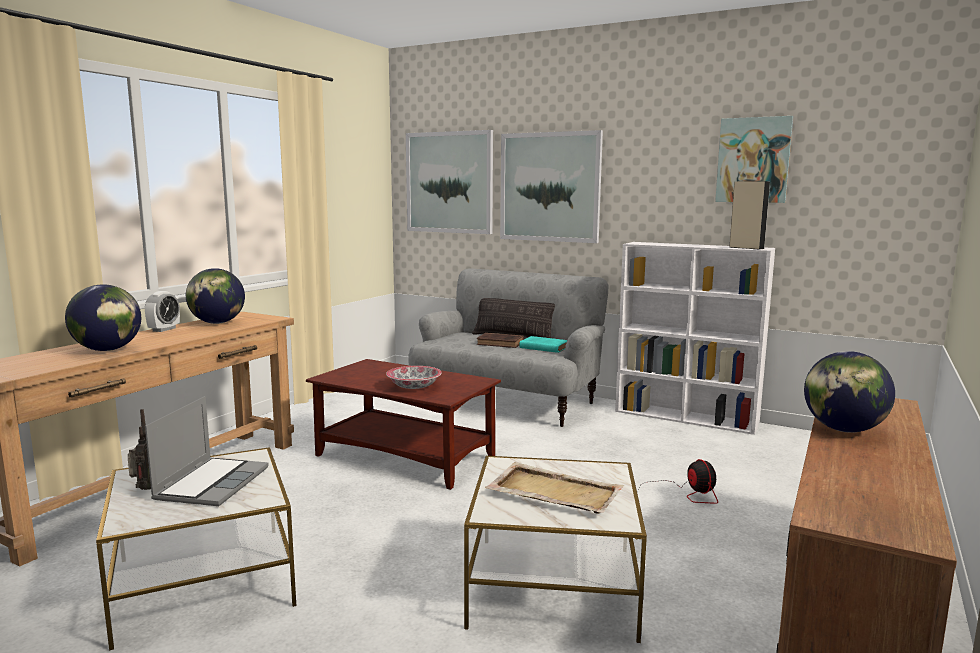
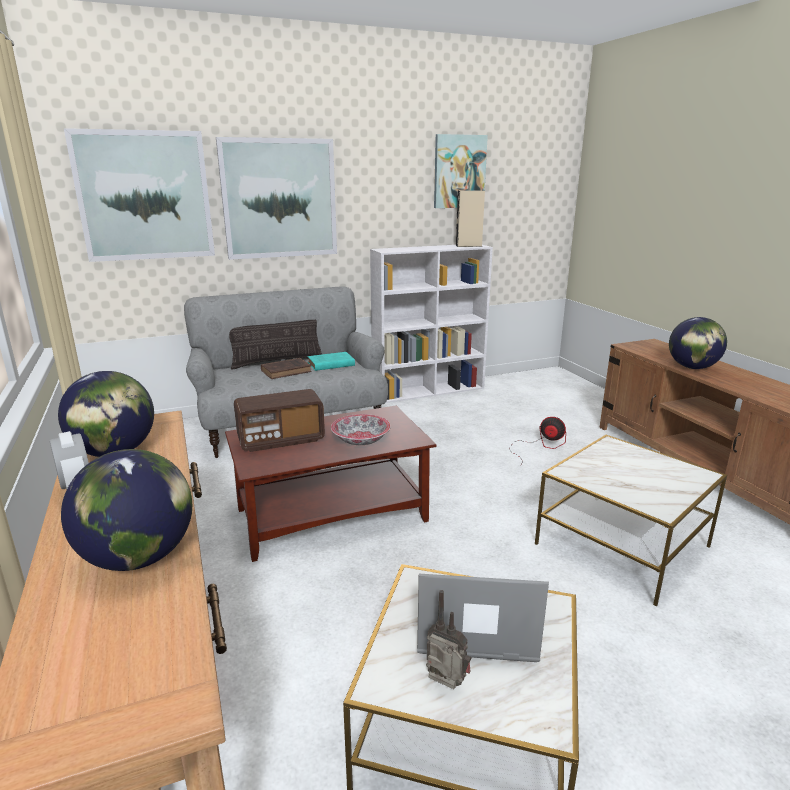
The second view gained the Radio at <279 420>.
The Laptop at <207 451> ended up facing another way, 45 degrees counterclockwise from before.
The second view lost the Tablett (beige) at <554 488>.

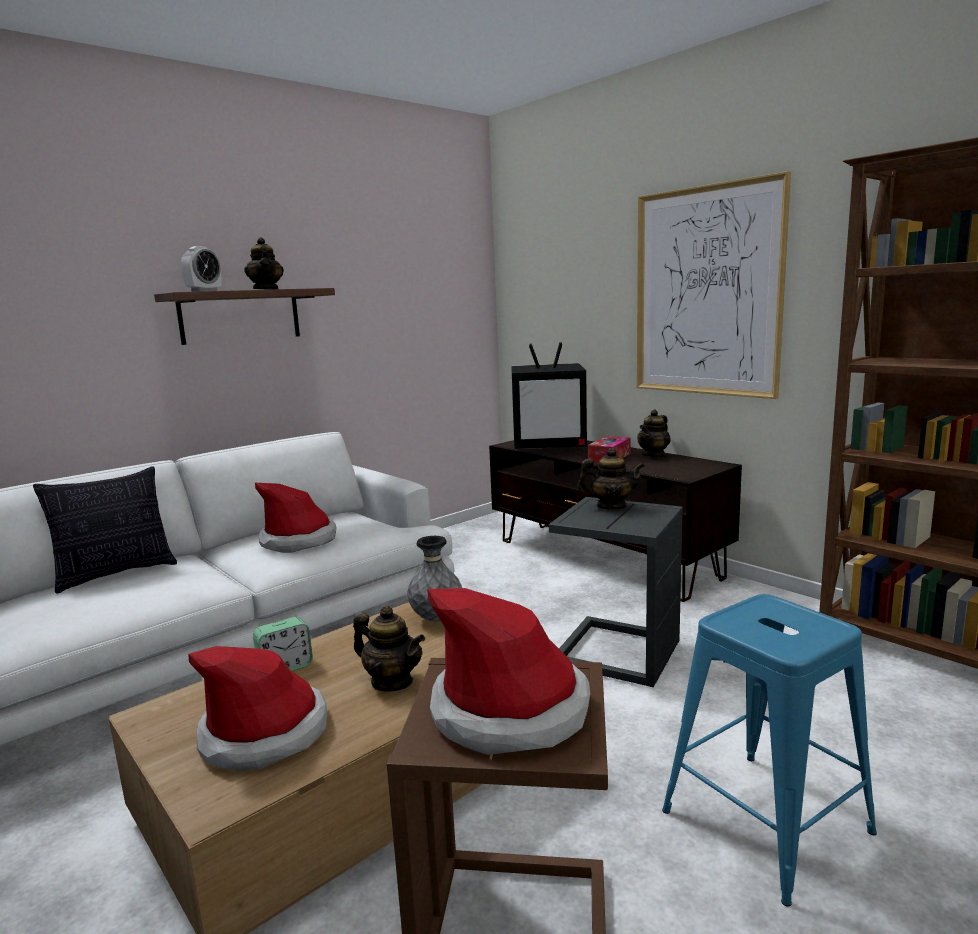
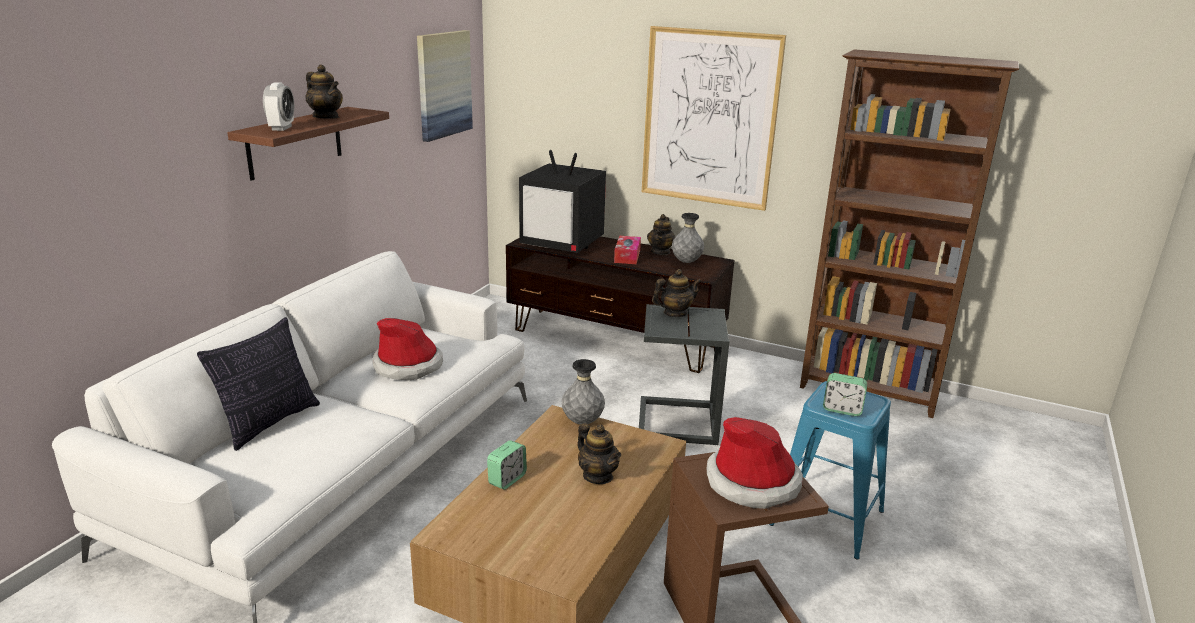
The second view gained the Bild at <445 86>.
The Fernseher at <549 395> ended up facing another way, 45 degrees clockwise from before.
The Teekanne at <389 649> ended up facing another way, 45 degrees clockwise from before.
The second view gained the Vase (grau) at <688 238>.
The second view gained the Wecker at <845 394>.
The second view lost the Hut at <257 708>.

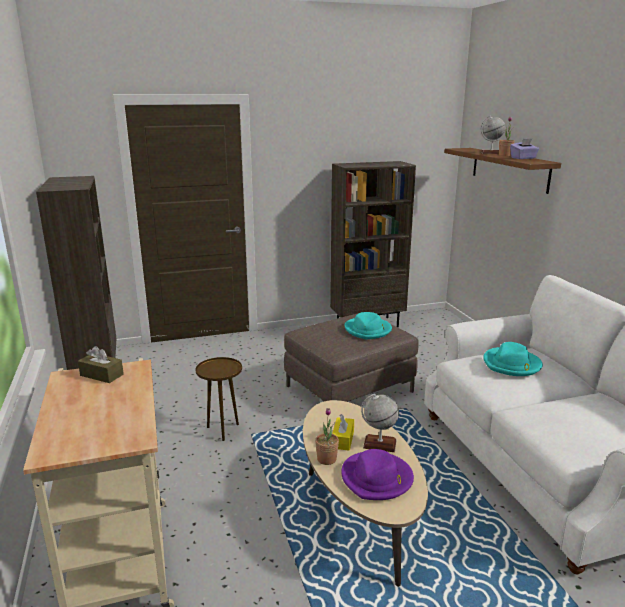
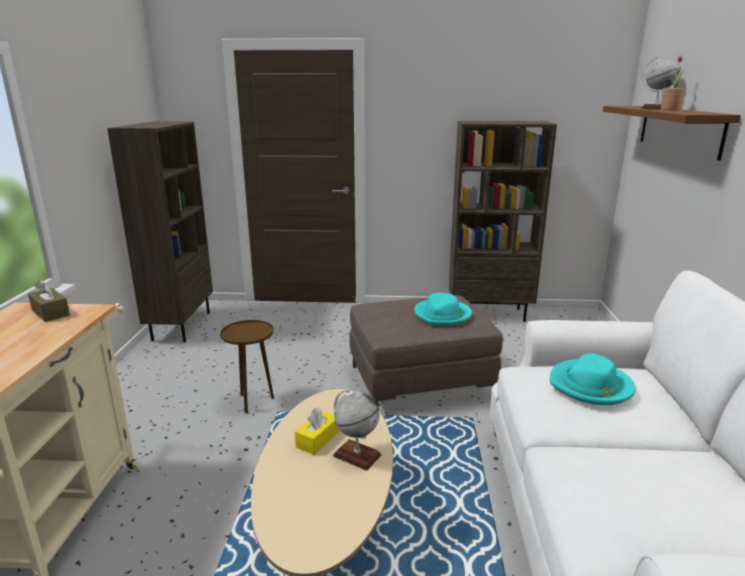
The second view lost the Topfpflanze at <327 436>.
The second view lost the Hut (lila) at <378 474>.
The second view lost the Taschentuchbox (lila) at <524 149>.

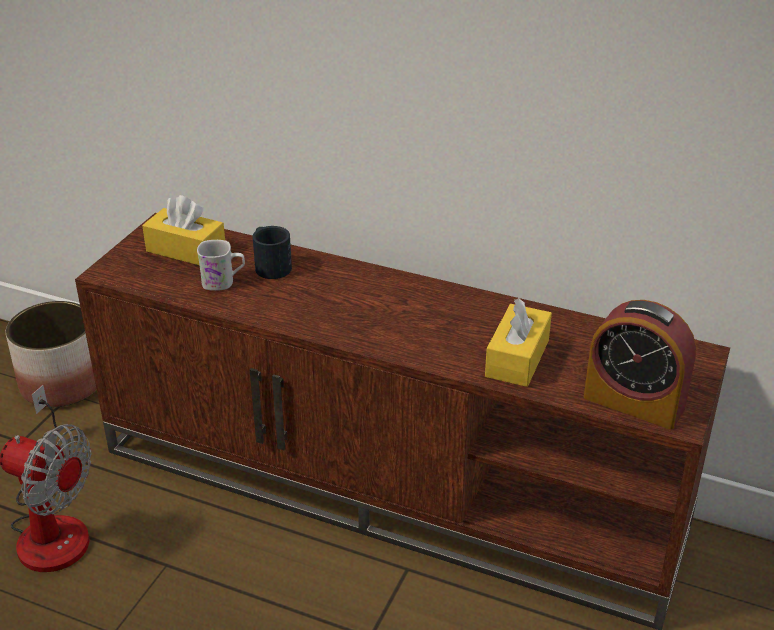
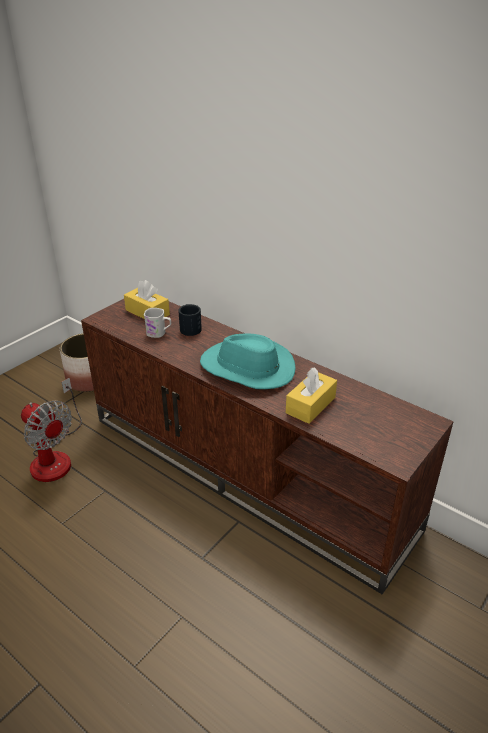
The second view gained the Hut (türkis) at <248 361>.
The second view lost the Wecker at <640 364>.

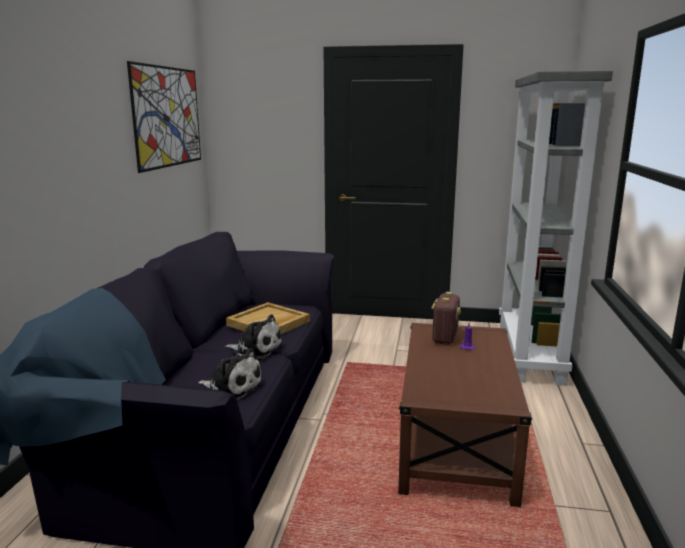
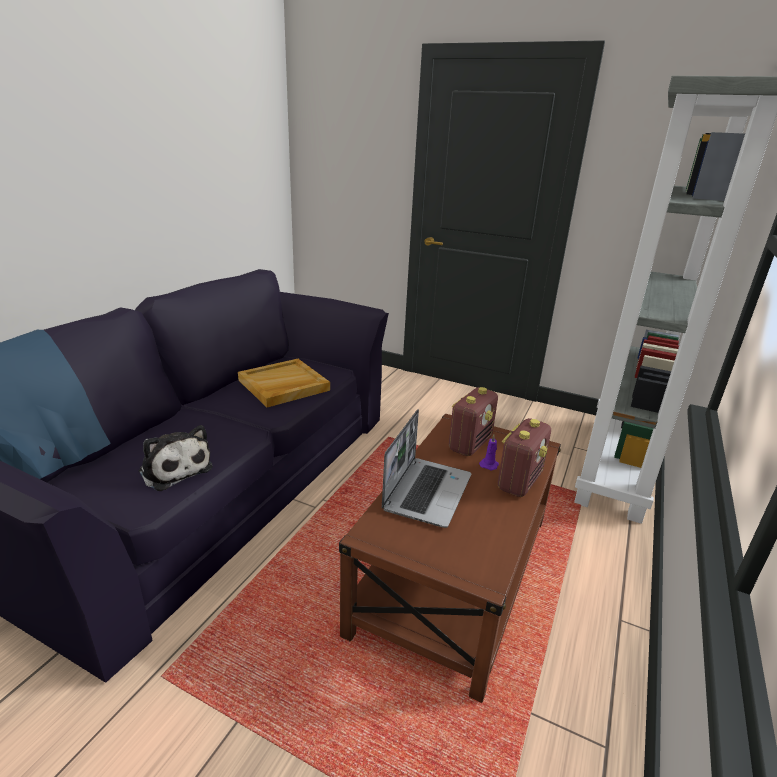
The second view gained the Laptop at <426 468>.
The second view gained the Radio at <524 457>.
The second view lost the Bild at <164 117>.
The second view lost the Plüschtier at <254 337>.

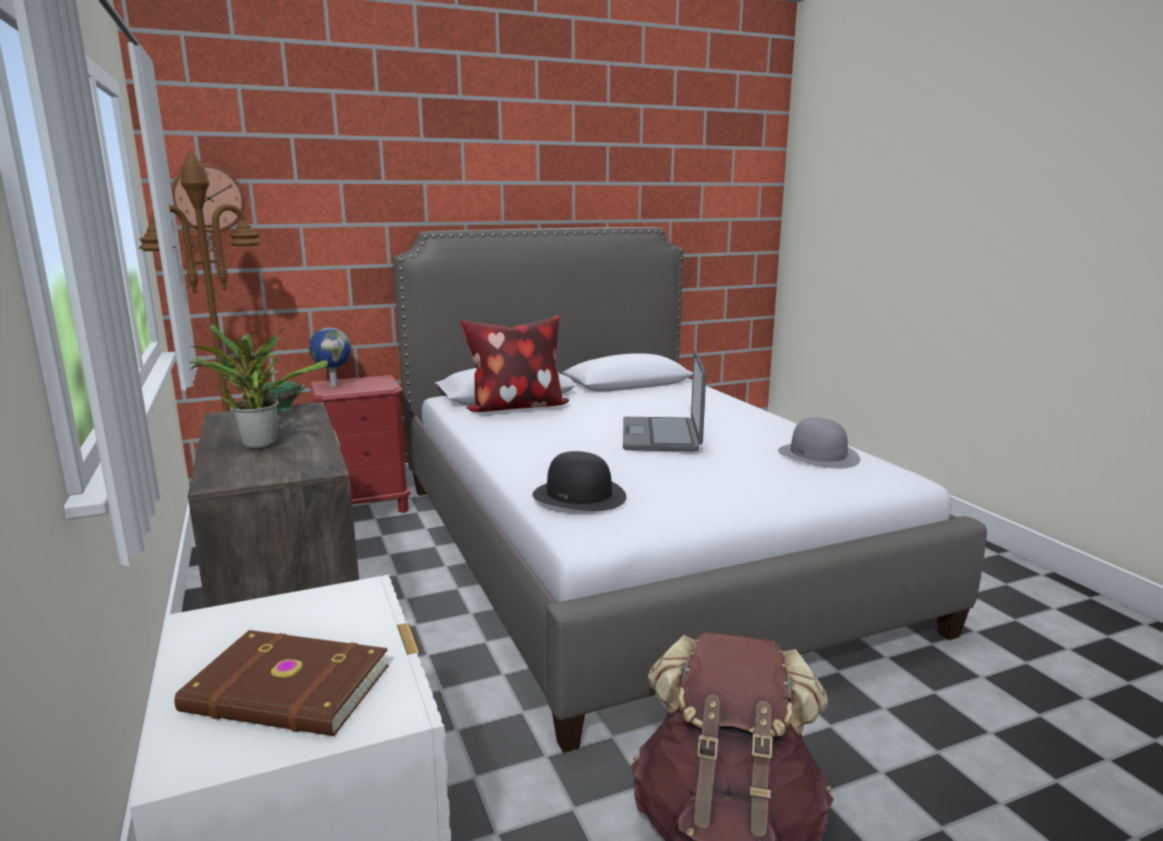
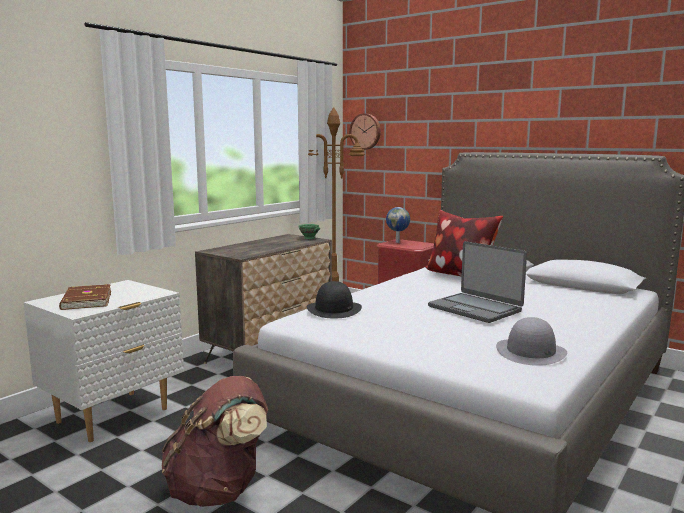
The Laptop at <664 401> ended up facing another way, 105 degrees counterclockwise from before.
The second view lost the Topfpflanze at <258 387>.

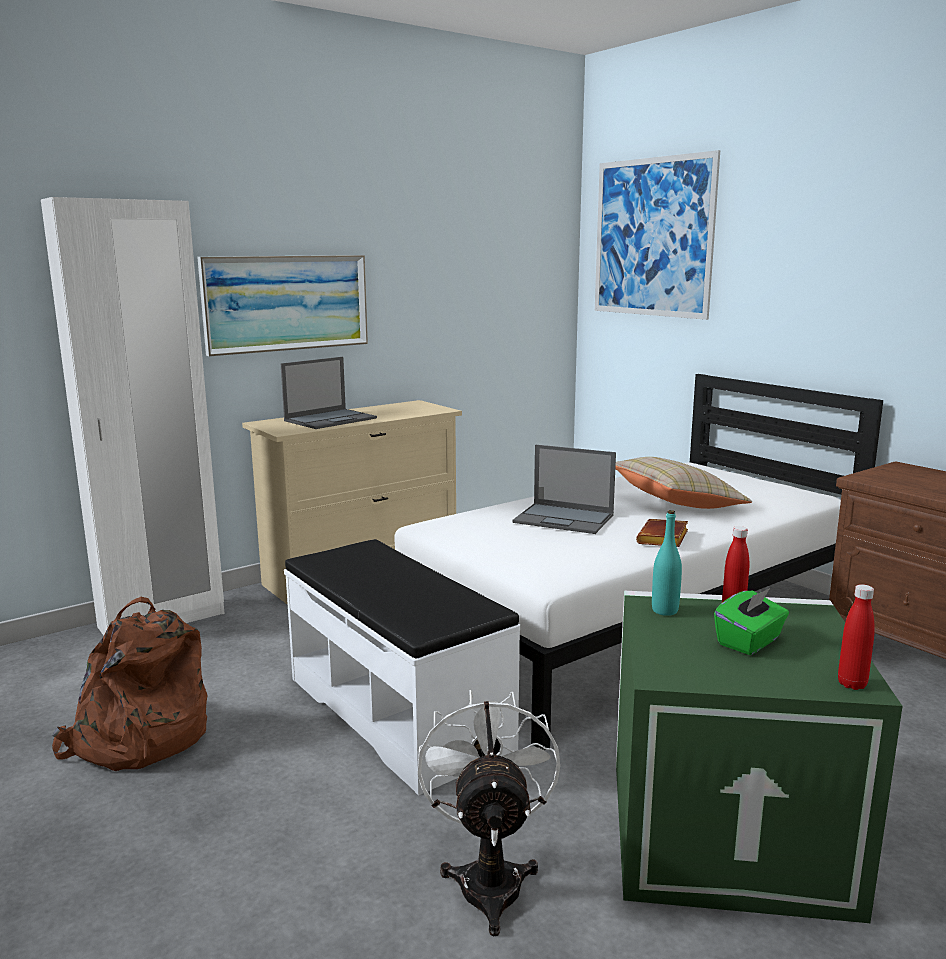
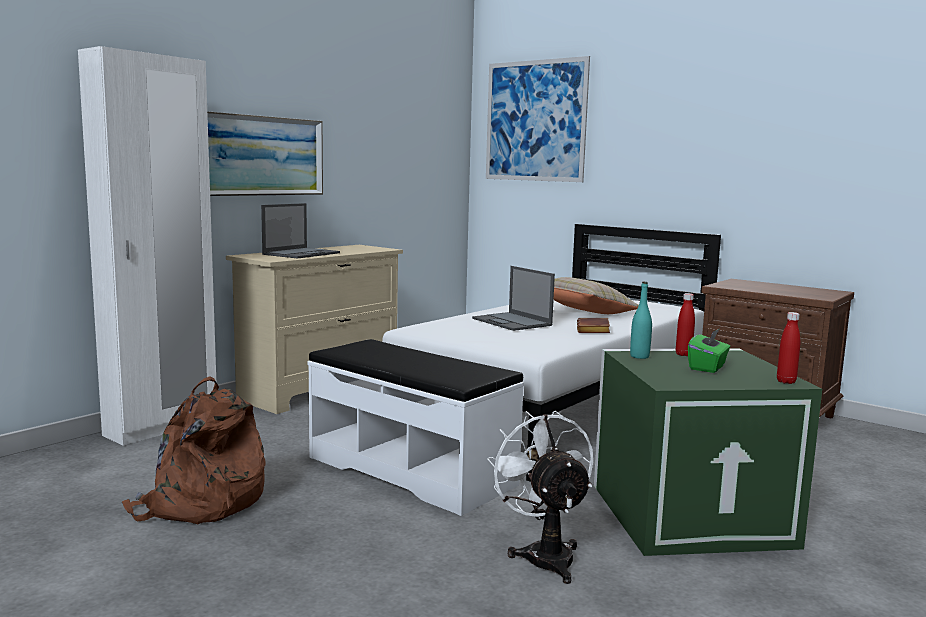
The Laptop at <564 489> ended up facing another way, 45 degrees clockwise from before.

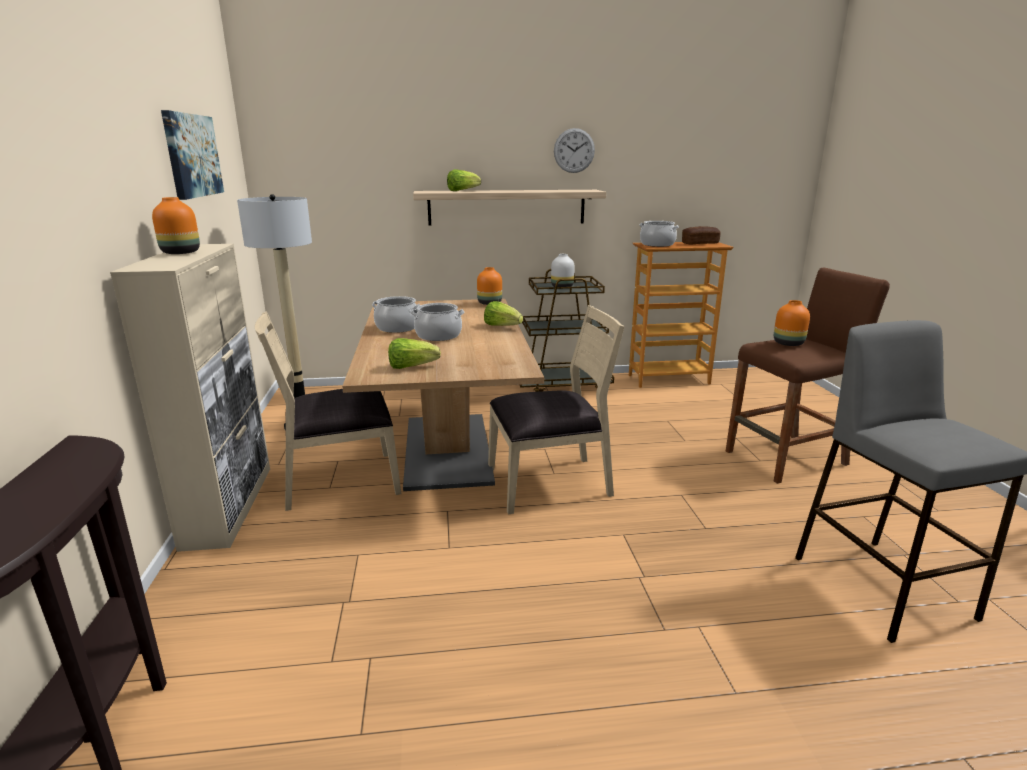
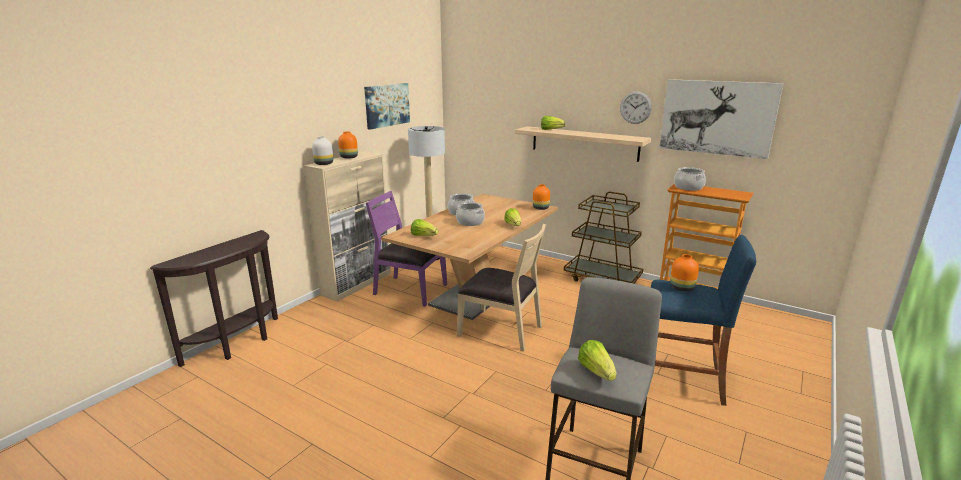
The Vase (weiß) ended up elsewhere, having gone from <563 270> to <322 150>.
What was the Stuhl (beige) at <328 411> turned into the Stuhl (lila) at <406 249>.
The second view gained the Salatkopf at <597 360>.
What was the Hocker (braun) at <808 375> turned into the Hocker (blau) at <703 320>.
The second view gained the Bild at <721 119>.
The second view lost the Brot at <701 235>.

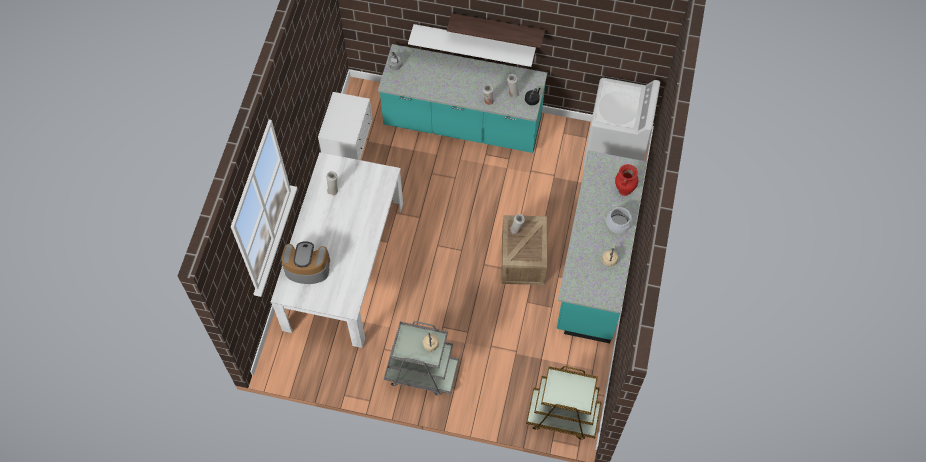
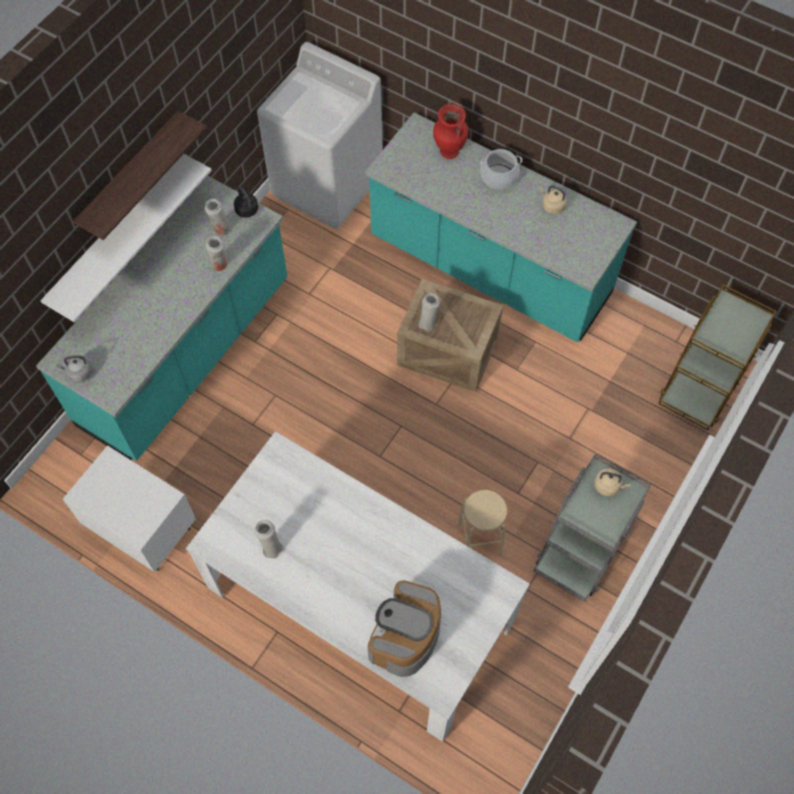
The second view gained the Hocker (beige) at <482 524>.

